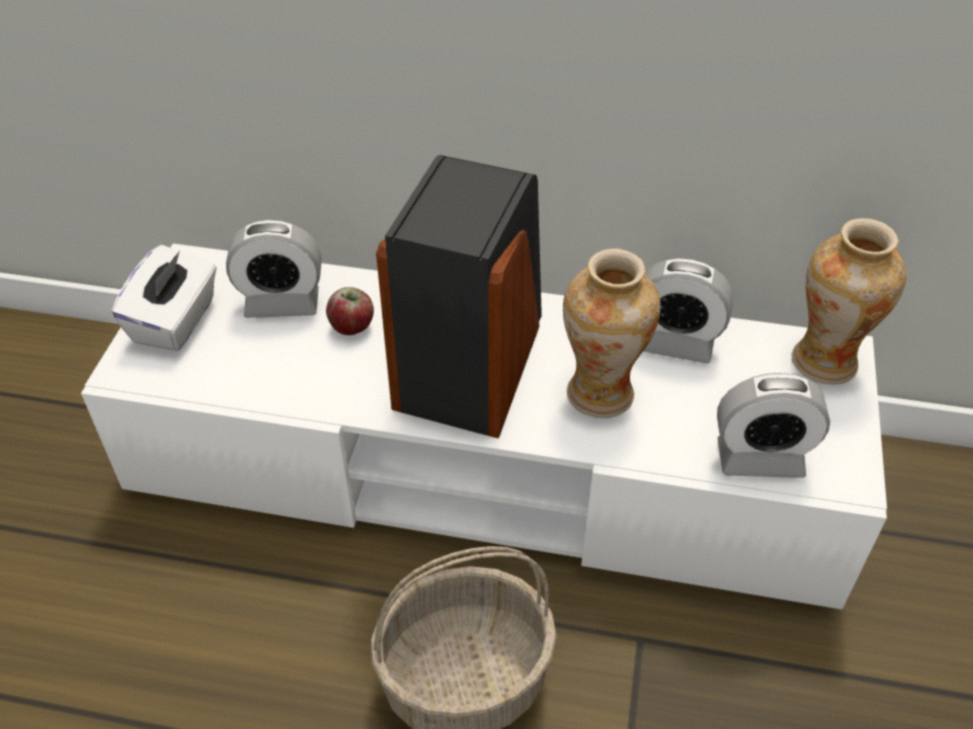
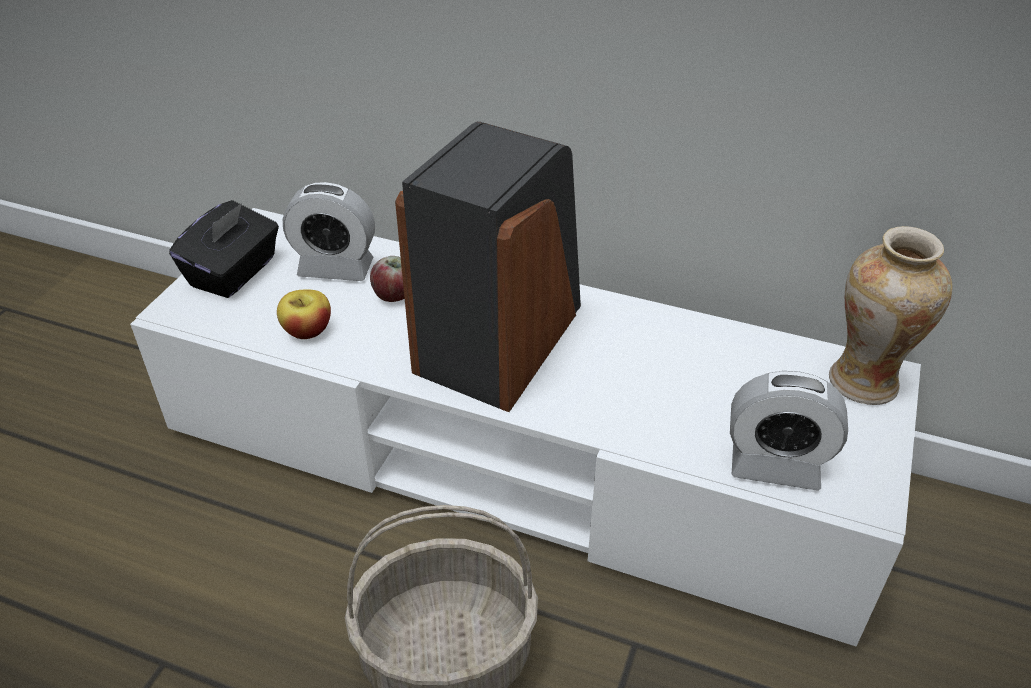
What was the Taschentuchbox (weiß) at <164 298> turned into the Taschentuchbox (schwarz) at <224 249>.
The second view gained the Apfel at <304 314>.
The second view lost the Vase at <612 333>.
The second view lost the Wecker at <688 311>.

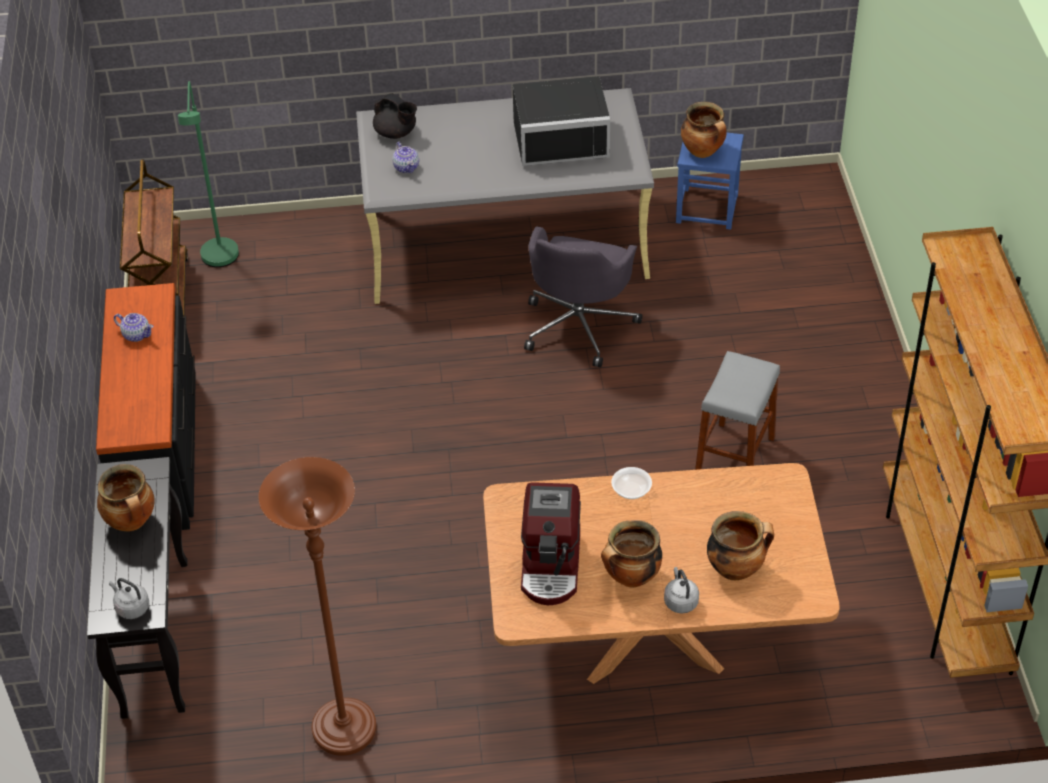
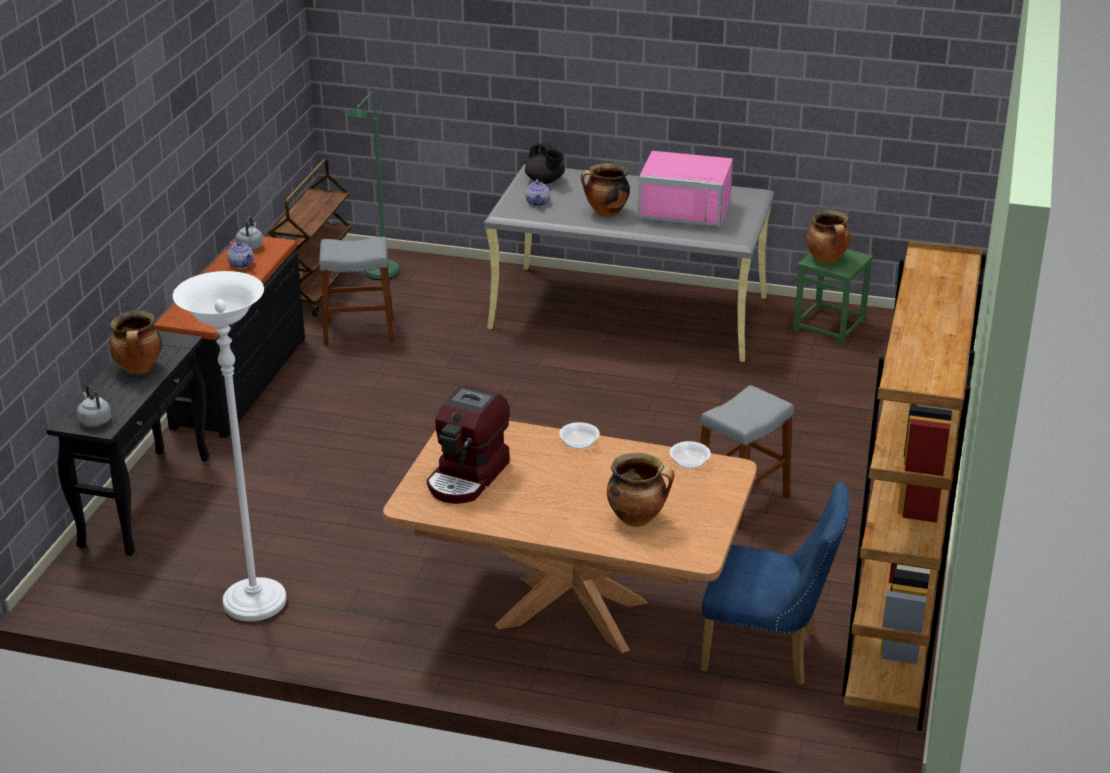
What was the Stehlampe (braun) at <317 606> turned into the Stehlampe (weiß) at <229 446>.
The Wasserkessel (grau) ended up elsewhere, having gone from <681 590> to <249 233>.
The second view gained the Hocker (grau) at <356 291>.
The Kochtopf ended up elsewhere, having gone from <631 553> to <605 190>.
What was the Mikrowelle (schwarz) at <561 121> turned into the Mikrowelle (rosa) at <685 189>.
The second view gained the Schüssel at <690 454>.
The second view gained the Stuhl (blau) at <775 583>.
What was the Hocker (blau) at <710 181> turned into the Hocker (grün) at <833 296>.
The second view lost the Bürostuhl (grau) at <583 296>.

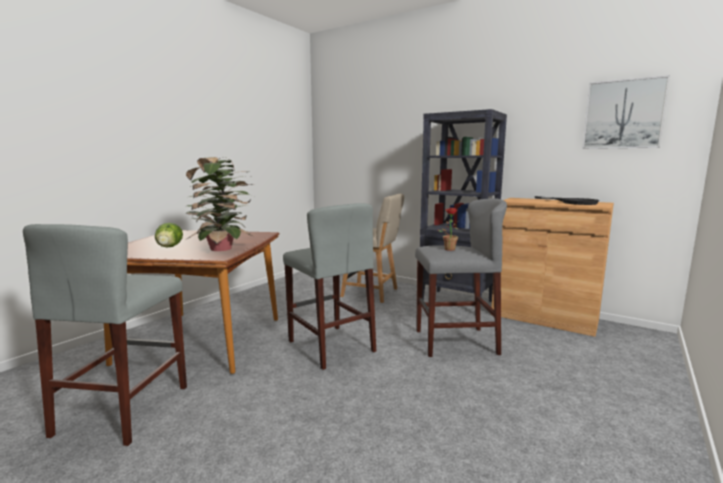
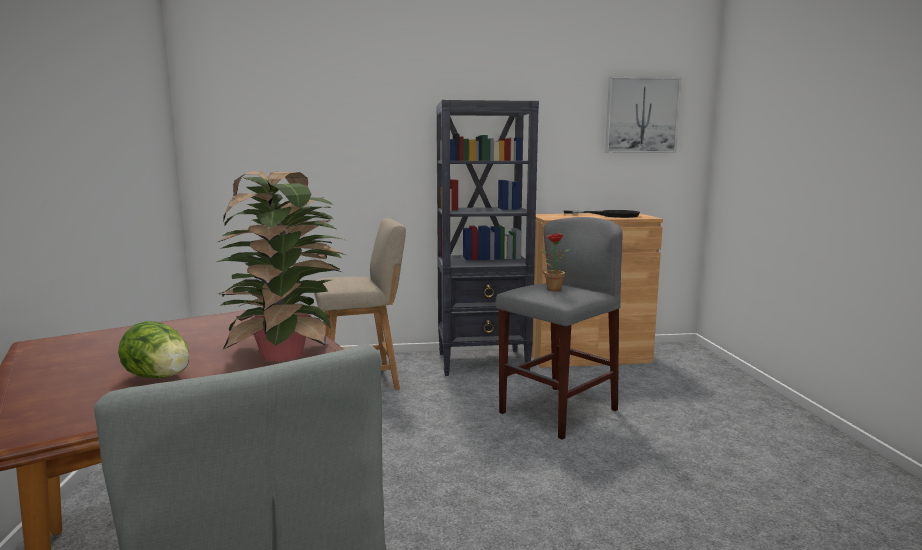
The second view lost the Hocker (grau) at <329 286>.

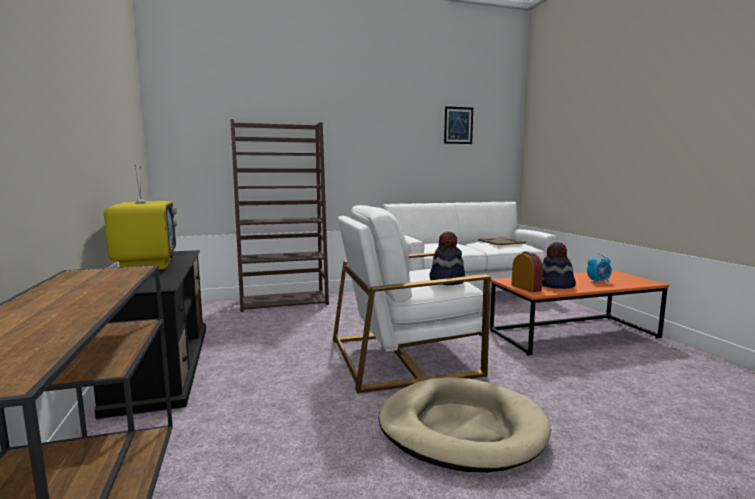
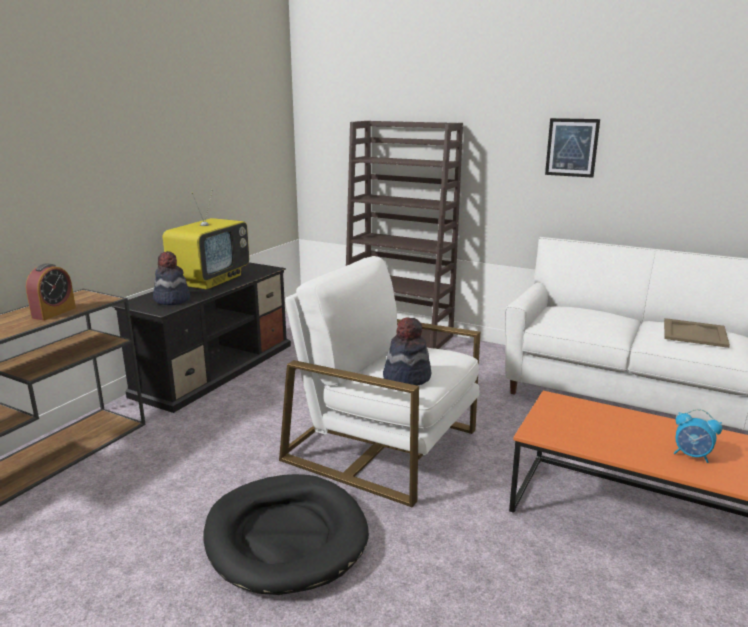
The Wecker ended up elsewhere, having gone from <527 271> to <51 291>.
The Hut ended up elsewhere, having gone from <559 265> to <172 278>.
What was the Hundebett (beige) at <465 425> turned into the Hundebett (schwarz) at <286 534>.
The Bild ended up elsewhere, having gone from <458 125> to <572 148>.

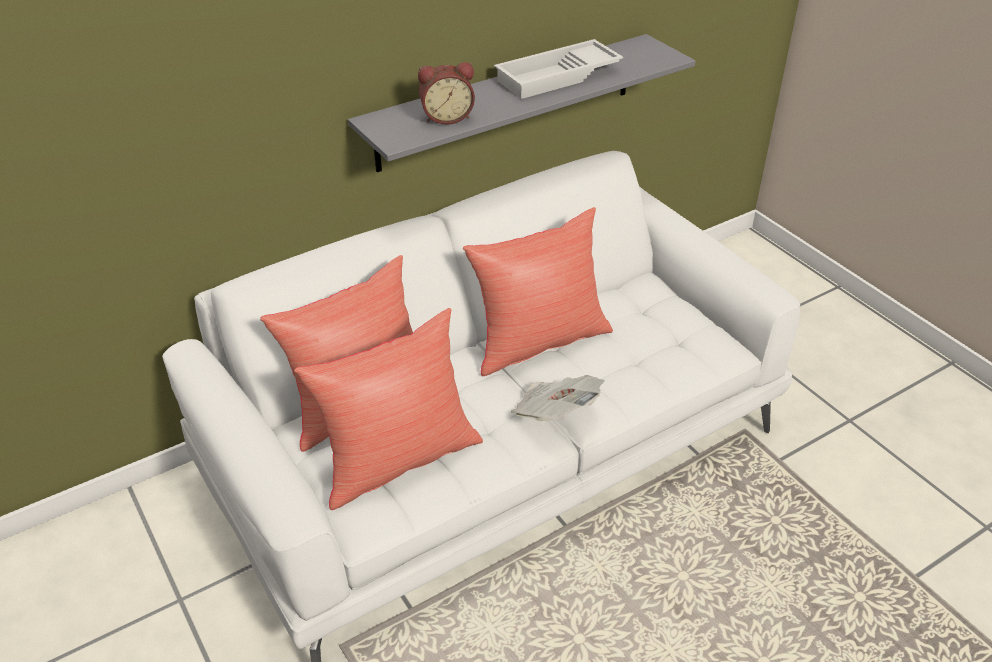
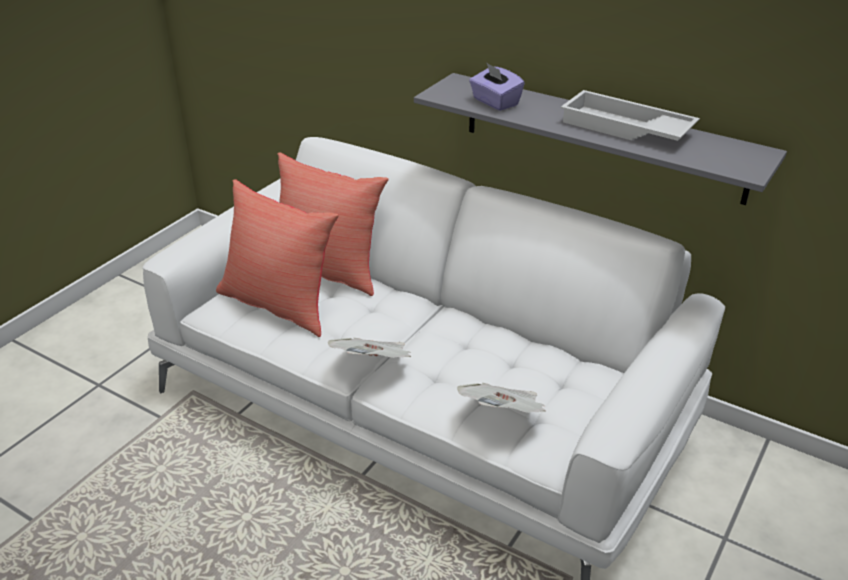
The second view gained the Zeitung at <501 398>.
Where the Wecker stood at <446 93>, the Taschentuchbox (lila) came to stand at <497 86>.
The second view lost the Kissen (rot) at <538 291>.

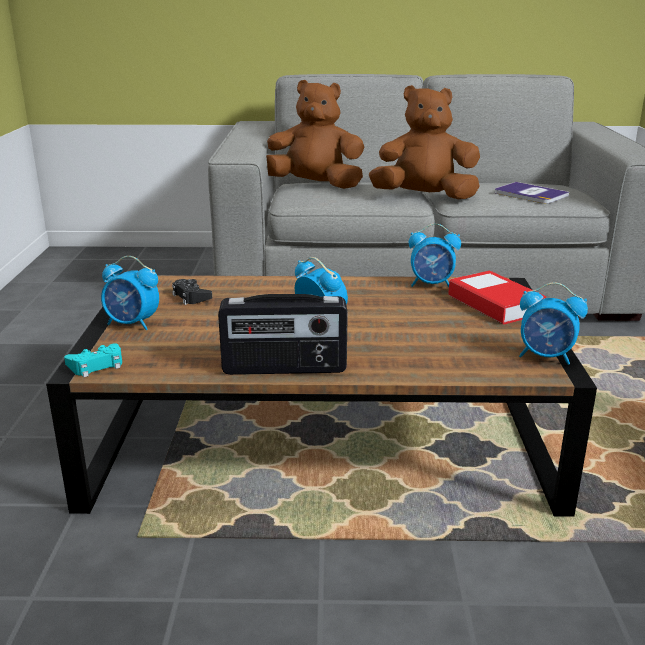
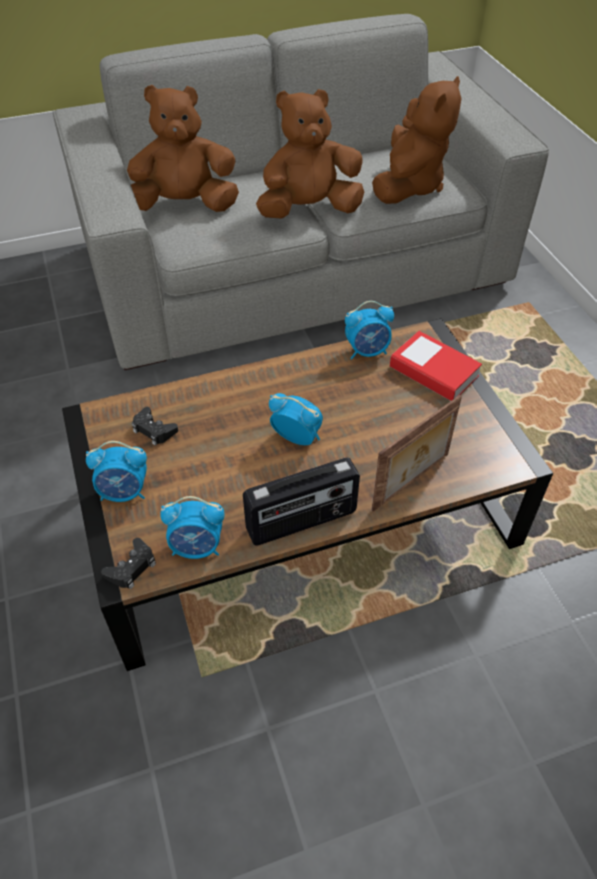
What was the Gamepad (türkis) at <93 360> turned into the Gamepad (schwarz) at <128 563>.
The Wecker ended up elsewhere, having gone from <553 323> to <192 527>.
The second view gained the Bilderrahmen at <416 453>.
Where the Buch stood at <532 193>, the Plüschtier (braun) came to stand at <417 140>.

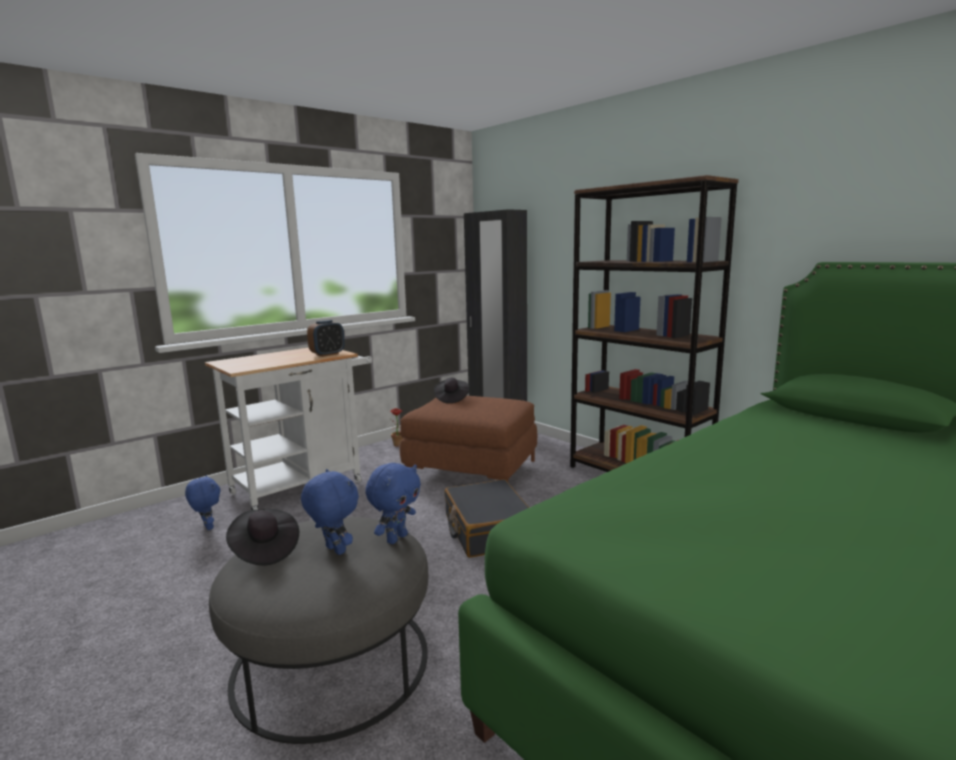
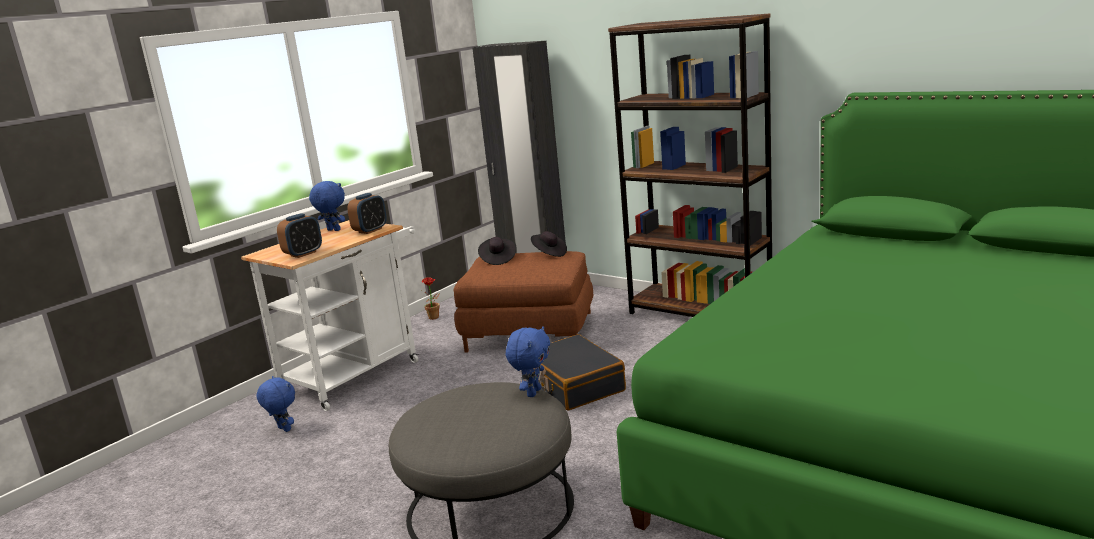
The second view gained the Wecker at <299 235>.
The Plüschtier (blau) ended up elsewhere, having gone from <330 512> to <327 206>.
The Hut (schwarz) ended up elsewhere, having gone from <262 537> to <549 244>.

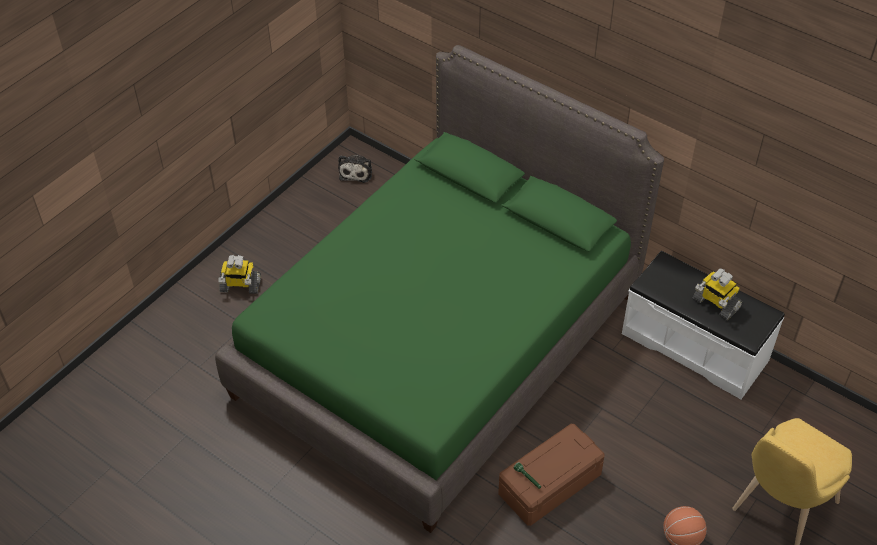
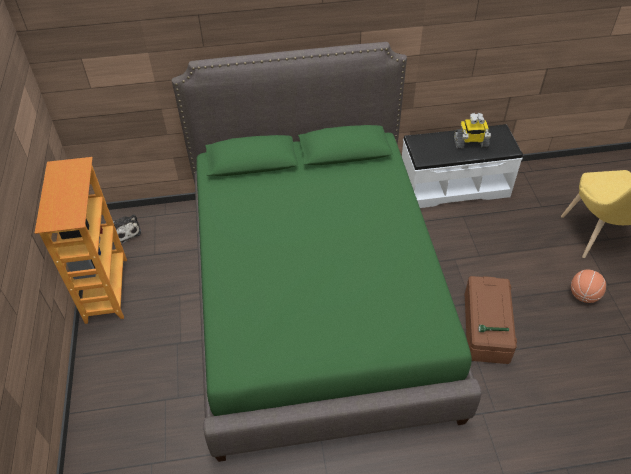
The second view gained the Bücherregal at <81 240>.
The second view lost the Spielzeugroboter at <239 274>.

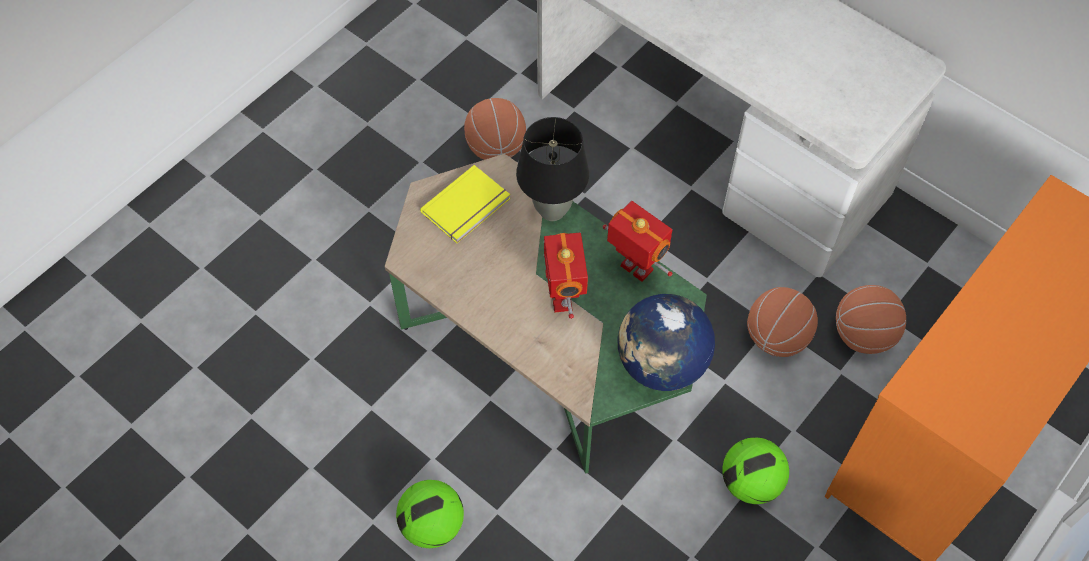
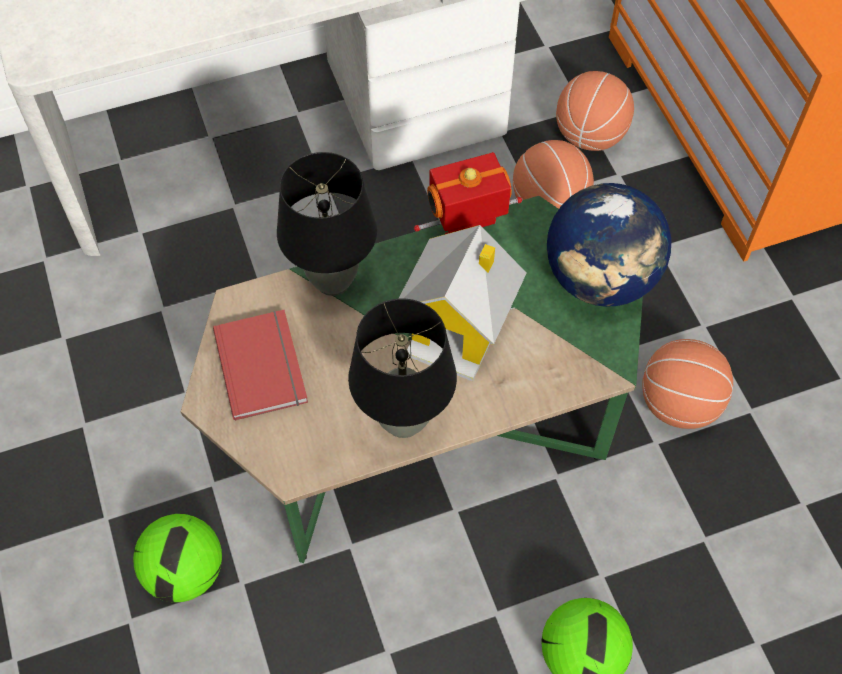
The Fußball ended up elsewhere, having gone from <755 470> to <177 558>.
What was the Buch (gelb) at <465 204> turned into the Buch (rot) at <260 365>.
The second view gained the Tischlampe (schwarz) at <402 368>.
Where the Spielzeugroboter stood at <566 276>, the Spielzeughaus came to stand at <462 303>.
The Basketball ended up elsewhere, having gone from <495 129> to <687 384>.

